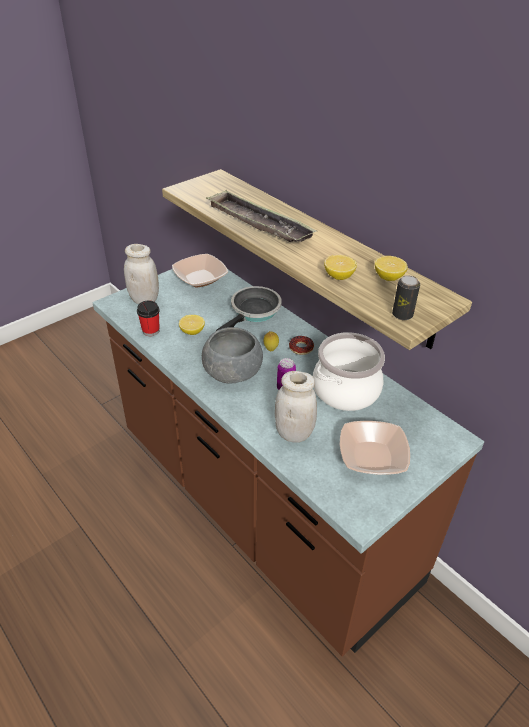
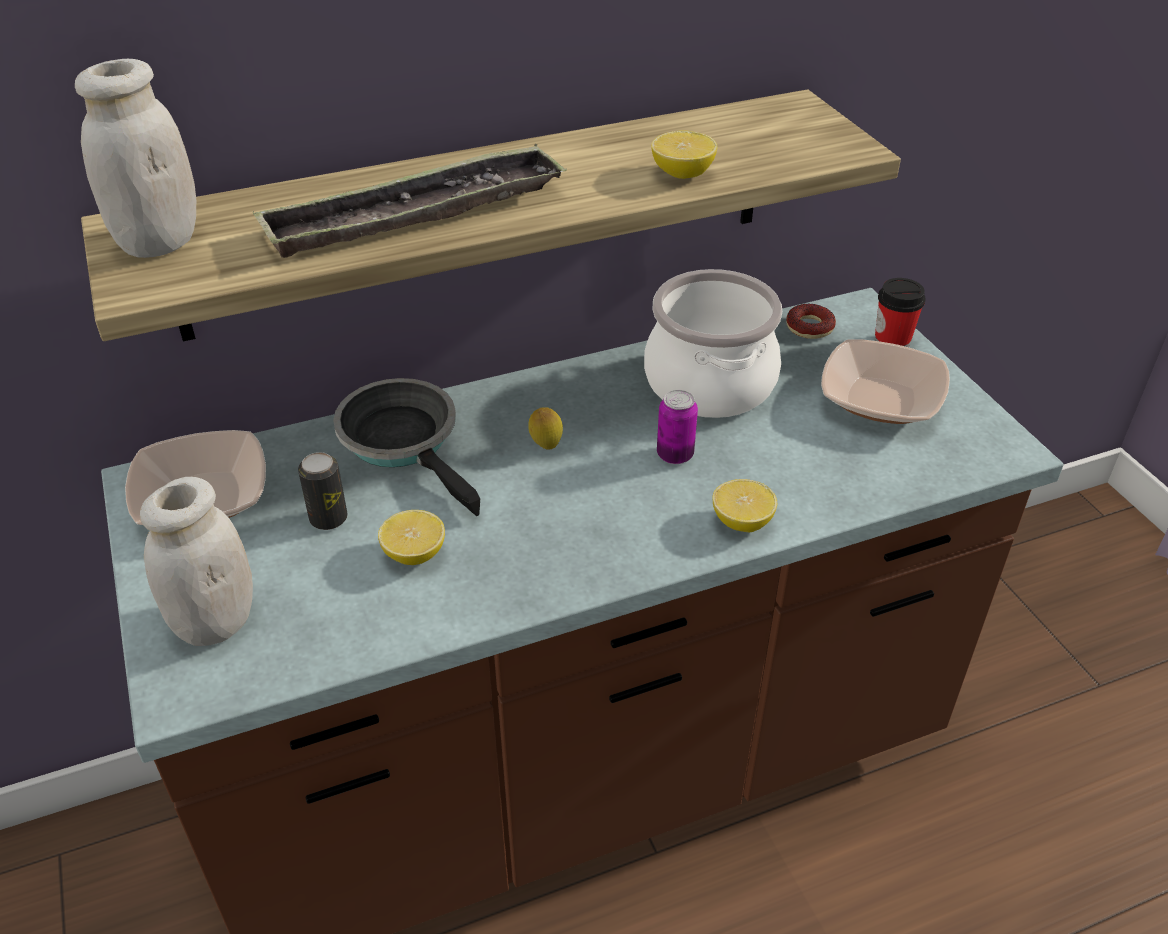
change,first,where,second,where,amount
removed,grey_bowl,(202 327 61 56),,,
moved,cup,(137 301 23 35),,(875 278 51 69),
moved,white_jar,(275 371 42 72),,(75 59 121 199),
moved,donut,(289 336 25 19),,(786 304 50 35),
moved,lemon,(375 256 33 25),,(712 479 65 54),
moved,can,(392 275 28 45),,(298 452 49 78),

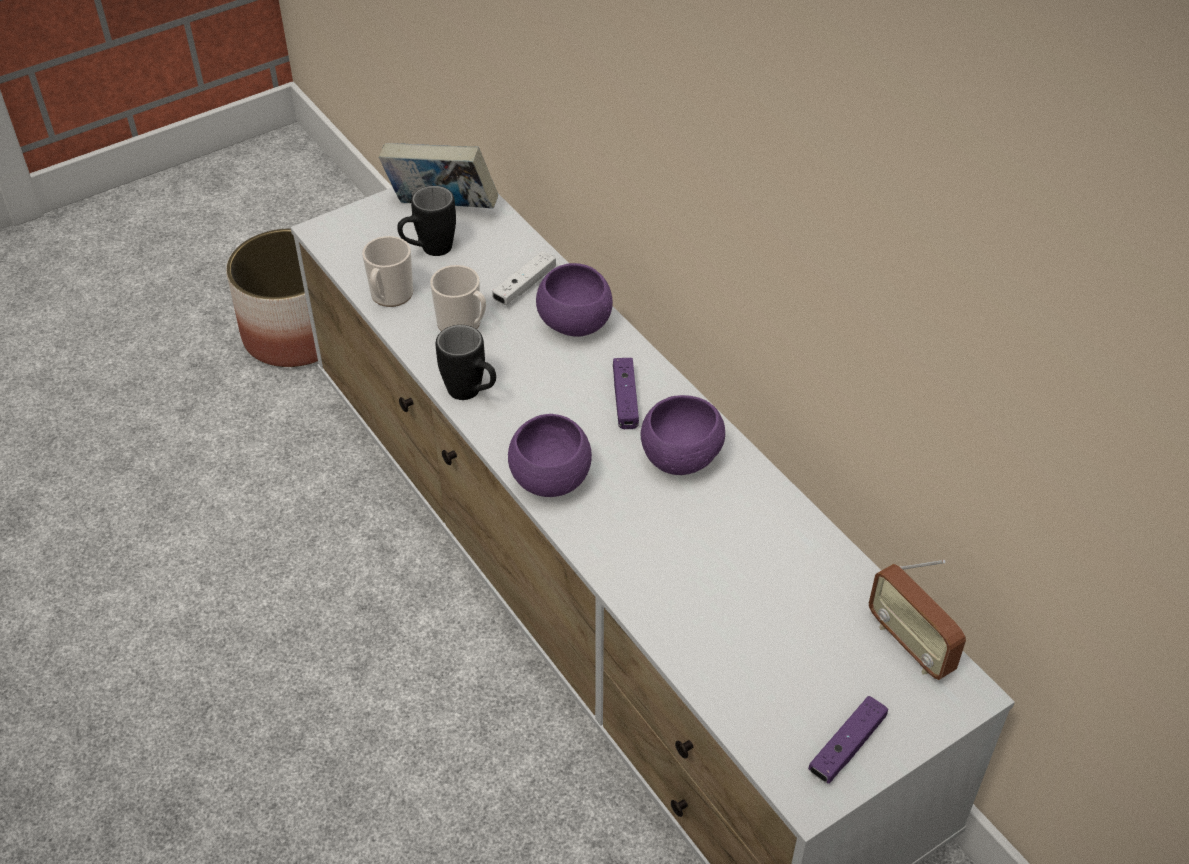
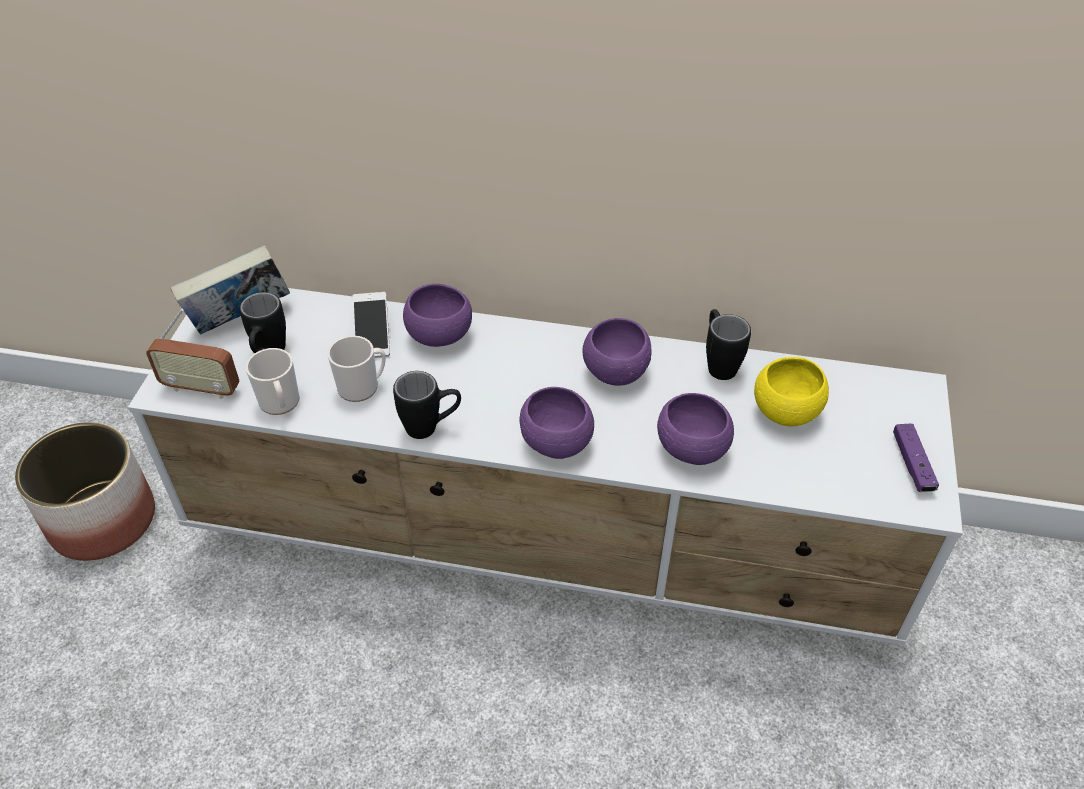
change,first,where,second,where,amount
removed,purple_game_controller,(613 358 26 71),,,
added,,,purple_bowl,(657 393 77 72),
added,,,black_mug,(706 309 45 71),
added,,,yellow_bowl,(754 357 75 69),
moved,radio,(869 560 97 120),,(146 309 93 90),
replaced,white_game_controller,(492 251 64 54),phone,(352 292 38 66),

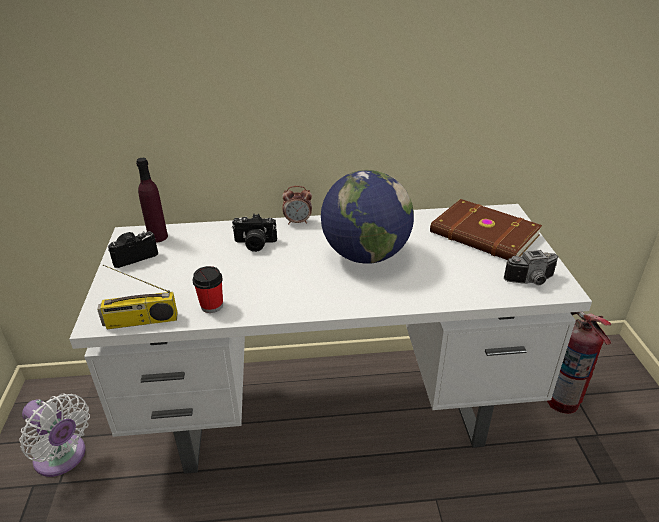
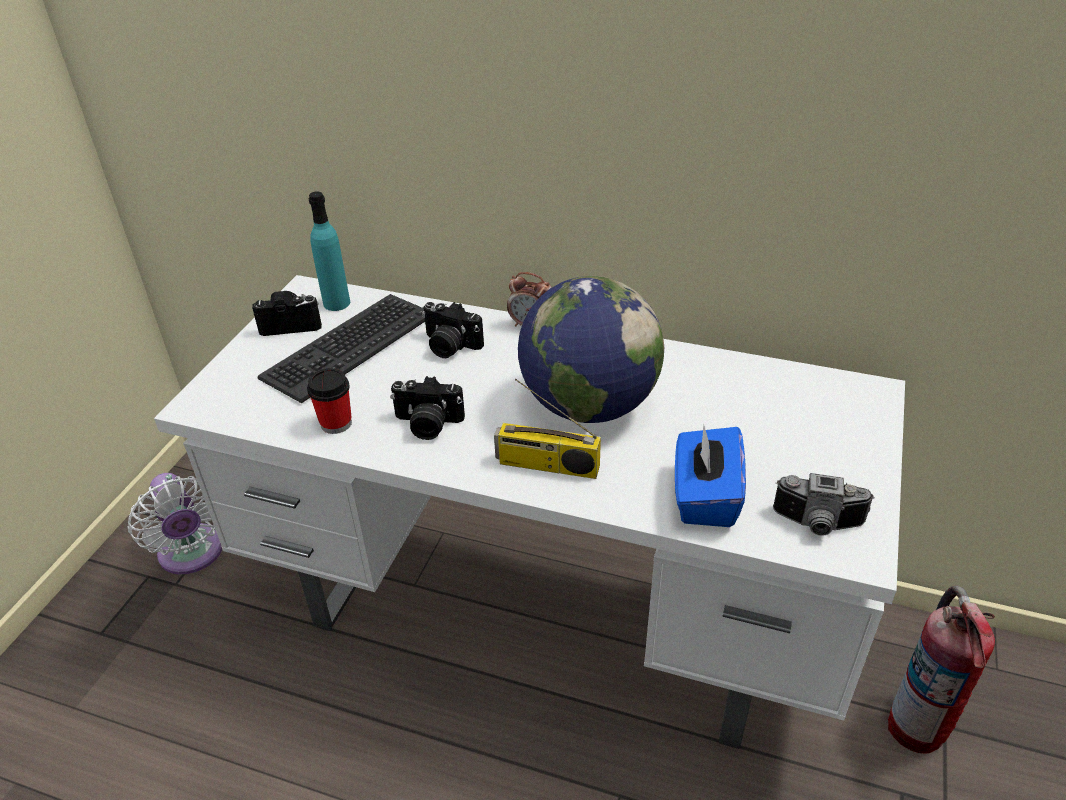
change,first,where,second,where,amount
removed,brown_book,(430 199 112 61),,,
added,,,keyboard,(258 294 167 109),
added,,,photo_camera,(390 376 75 64),
added,,,blue_tissue_box,(675 424 71 103),
moved,radio,(97 265 80 64),,(494 379 107 100),
recoloured,purple_bottle,(136 158 32 85),turquoise_bottle,(309 191 41 120),

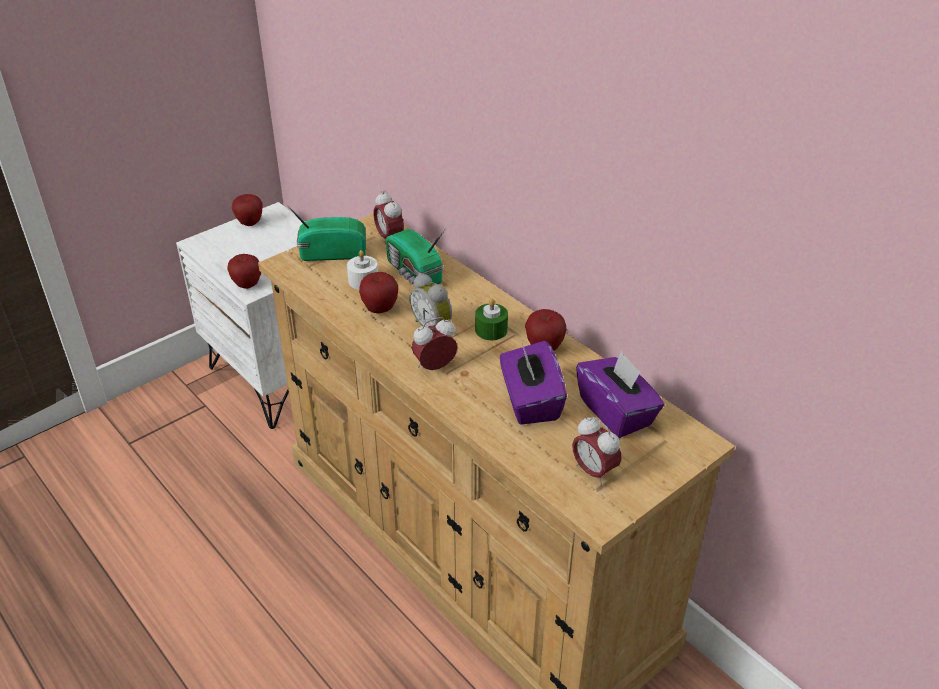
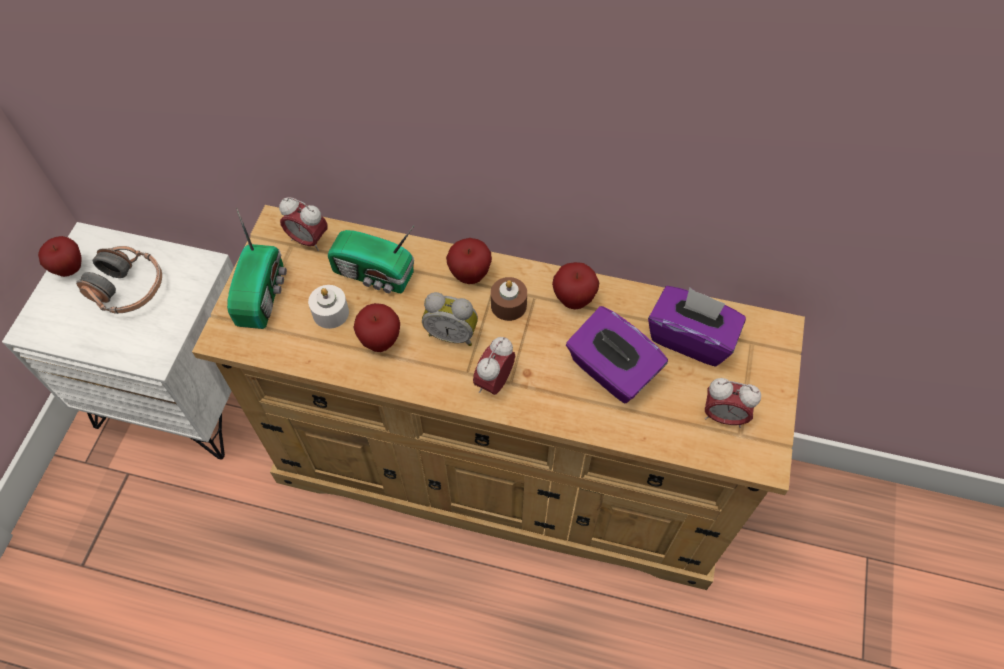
change,first,where,second,where,amount
added,,,headphones,(76 246 86 68),
moved,apple,(227 254 34 35),,(446 238 46 46),
recoloured,green_candle,(475 299 33 41),brown_candle,(491 277 36 44),
turned,radio,(287 205 79 56),,(227 209 60 120),135 degrees clockwise

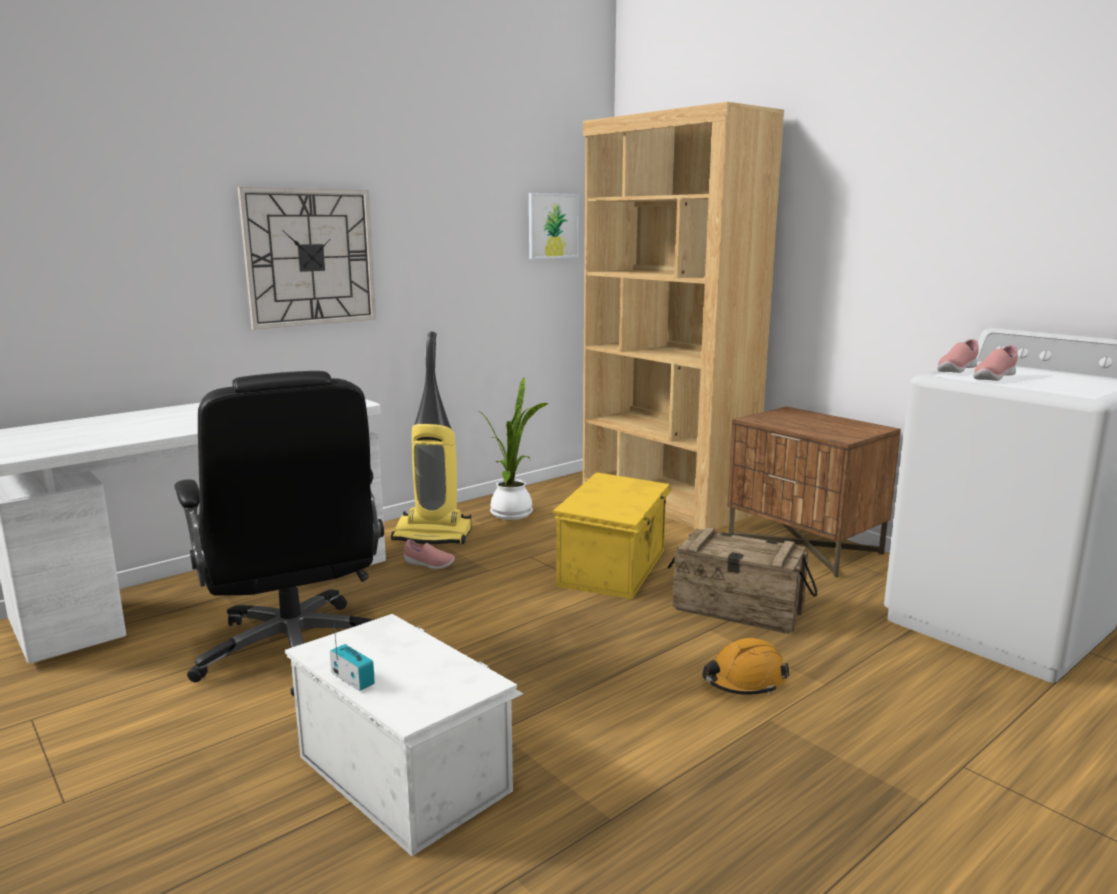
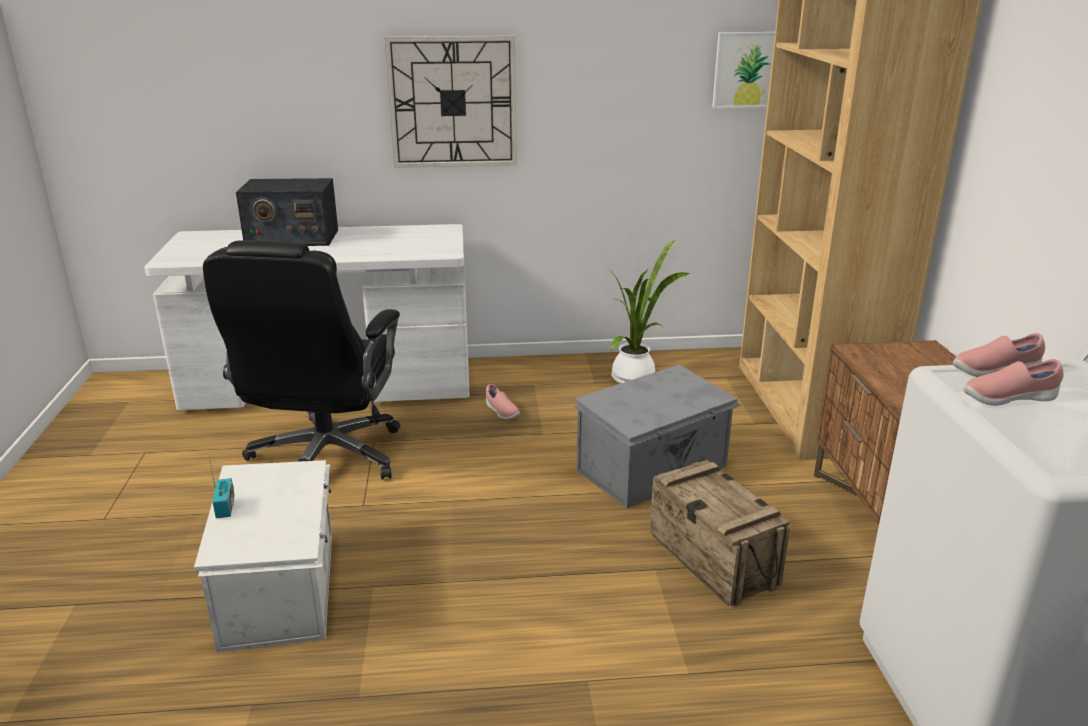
change,first,where,second,where,amount
removed,vacuum_cleaner,(391 332 81 212),,,
removed,orange_hard_hat,(702 638 88 57),,,
added,,,radio,(236 178 102 68),
recoloured,yellow_storage_box,(553 472 119 127),grey_storage_box,(574 365 167 143),

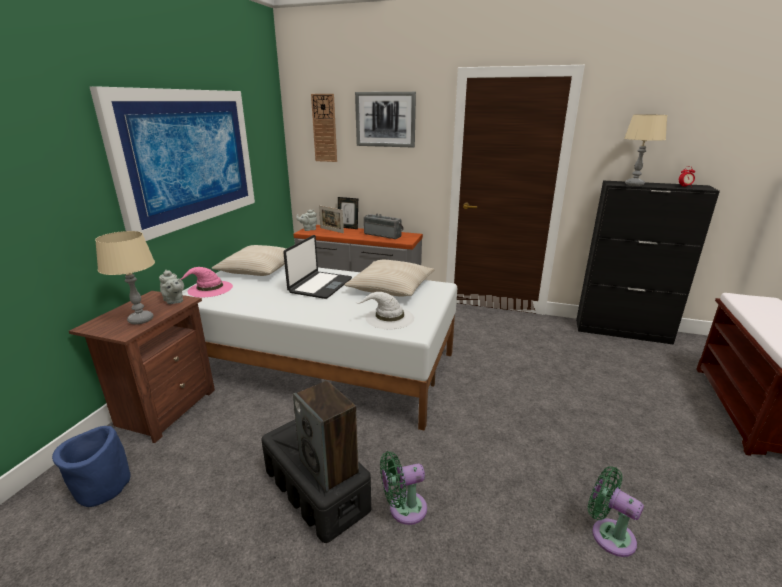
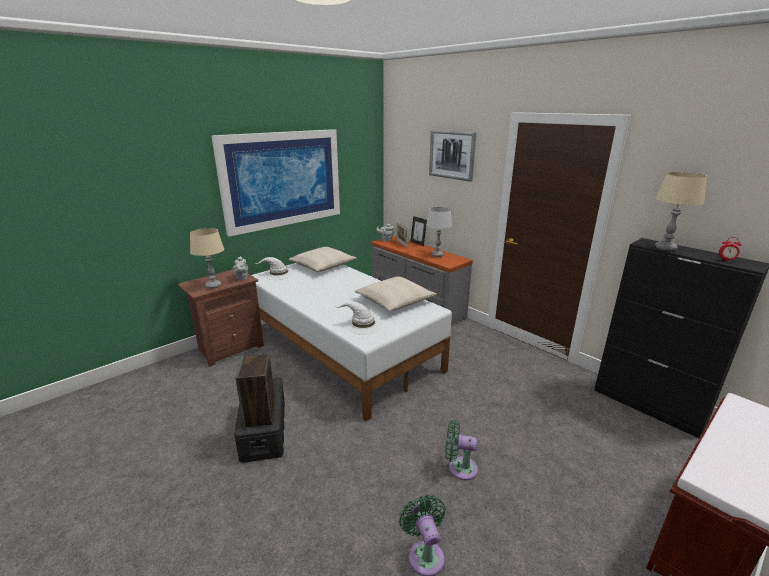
change,first,where,second,where,amount
removed,blue_planter,(52 426 79 81),,,
removed,laptop,(283 235 69 64),,,
removed,wall_clock,(311 94 26 68),,,
moved,green_fan,(380 451 47 74),,(445 420 33 61),
replaced,radio,(364 214 40 25),grey_table_lamp,(426 207 26 50),
recoloured,pink_hat,(181 267 52 30),white_hat,(256 257 38 23),

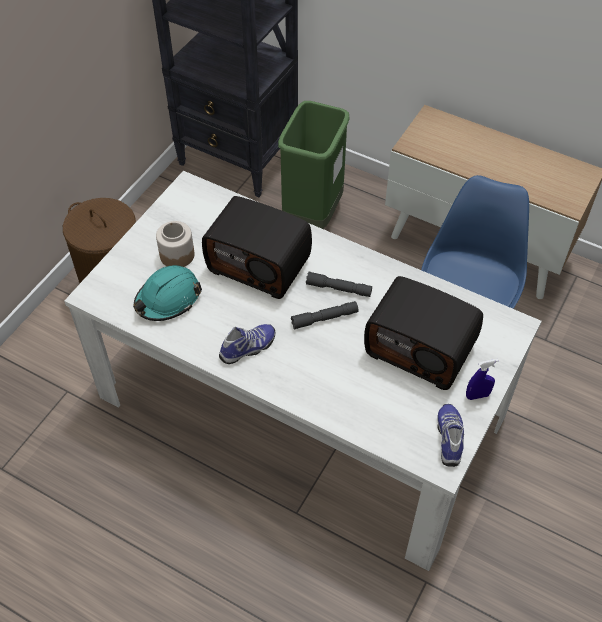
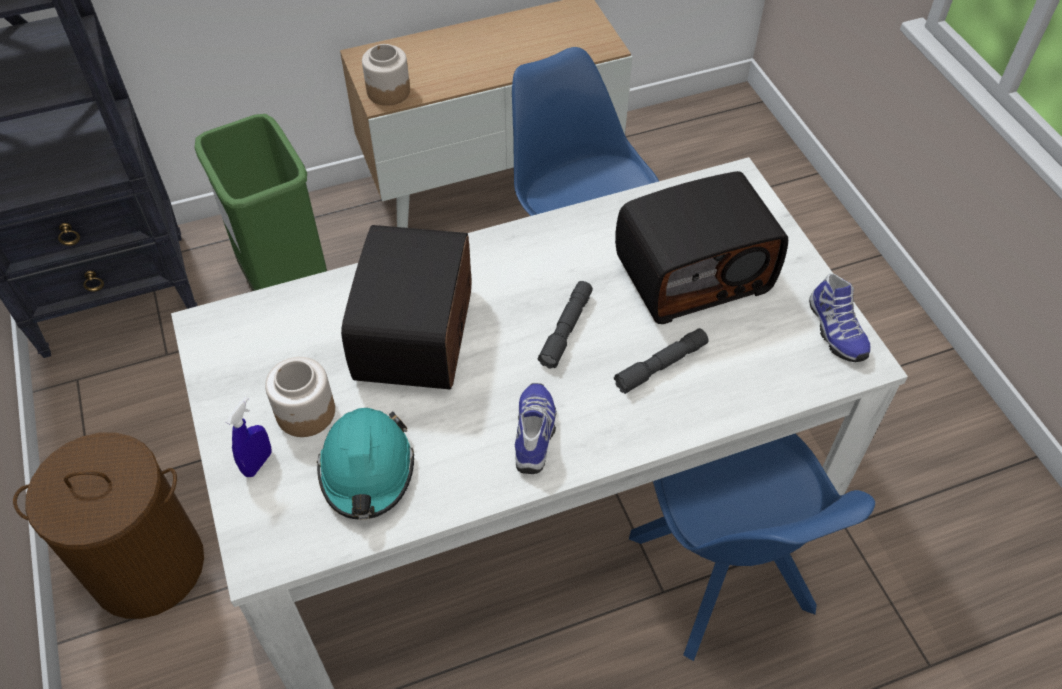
change,first,where,second,where,amount
added,,,jar,(362 44 48 62),
added,,,blue_chair,(629 433 246 228),
moved,grey_flashlight,(306 272 66 25),,(614 328 95 66),
moved,blue_spray_bottle,(466 359 33 41),,(226 397 45 80),
turned,radio,(202 196 110 103),,(341 225 131 165),120 degrees clockwise
turned,shoe,(437 404 27 63),,(809 273 62 89),150 degrees counterclockwise

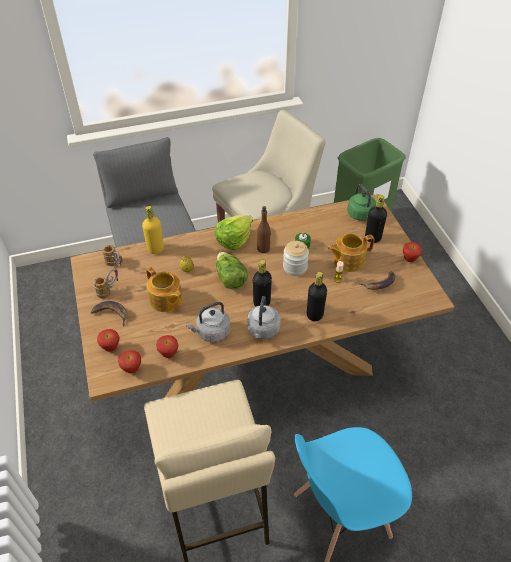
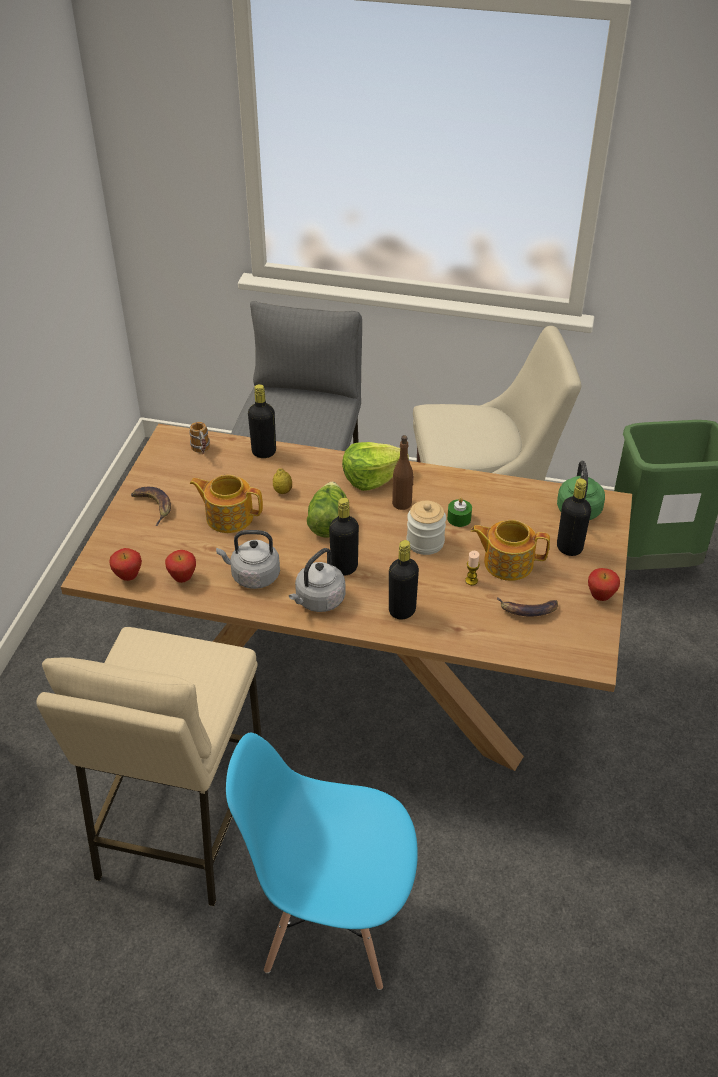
change,first,where,second,where,amount
removed,mug,(94 269 24 30),,,
removed,apple,(97 329 22 23),,,
recoloured,yellow_bottle,(142 206 22 48),black_bottle,(248 384 28 74),
turned,teapot,(146 267 36 45),,(189 475 74 58),120 degrees clockwise

